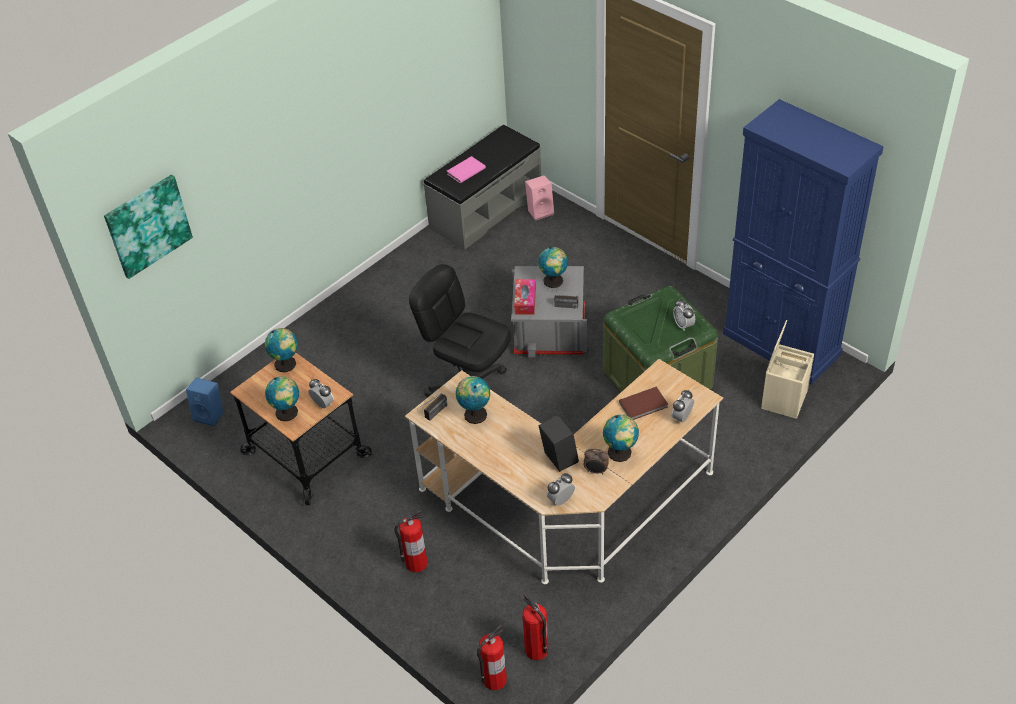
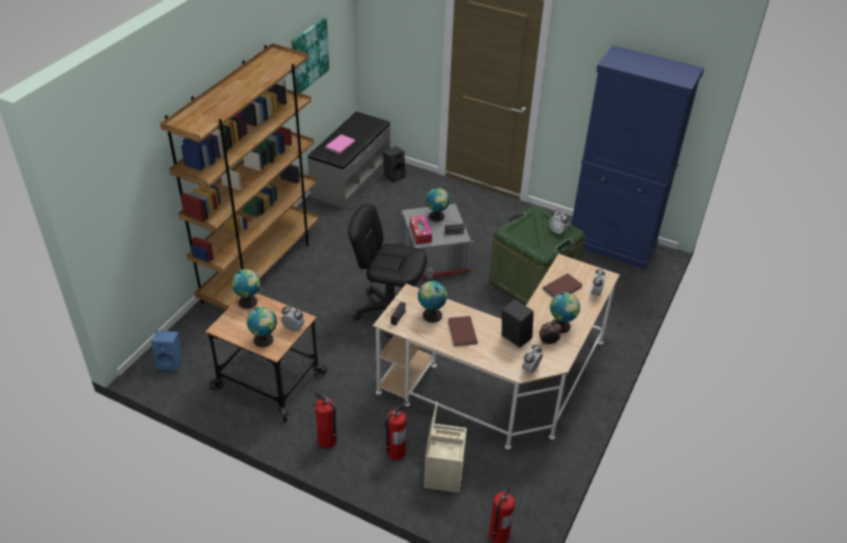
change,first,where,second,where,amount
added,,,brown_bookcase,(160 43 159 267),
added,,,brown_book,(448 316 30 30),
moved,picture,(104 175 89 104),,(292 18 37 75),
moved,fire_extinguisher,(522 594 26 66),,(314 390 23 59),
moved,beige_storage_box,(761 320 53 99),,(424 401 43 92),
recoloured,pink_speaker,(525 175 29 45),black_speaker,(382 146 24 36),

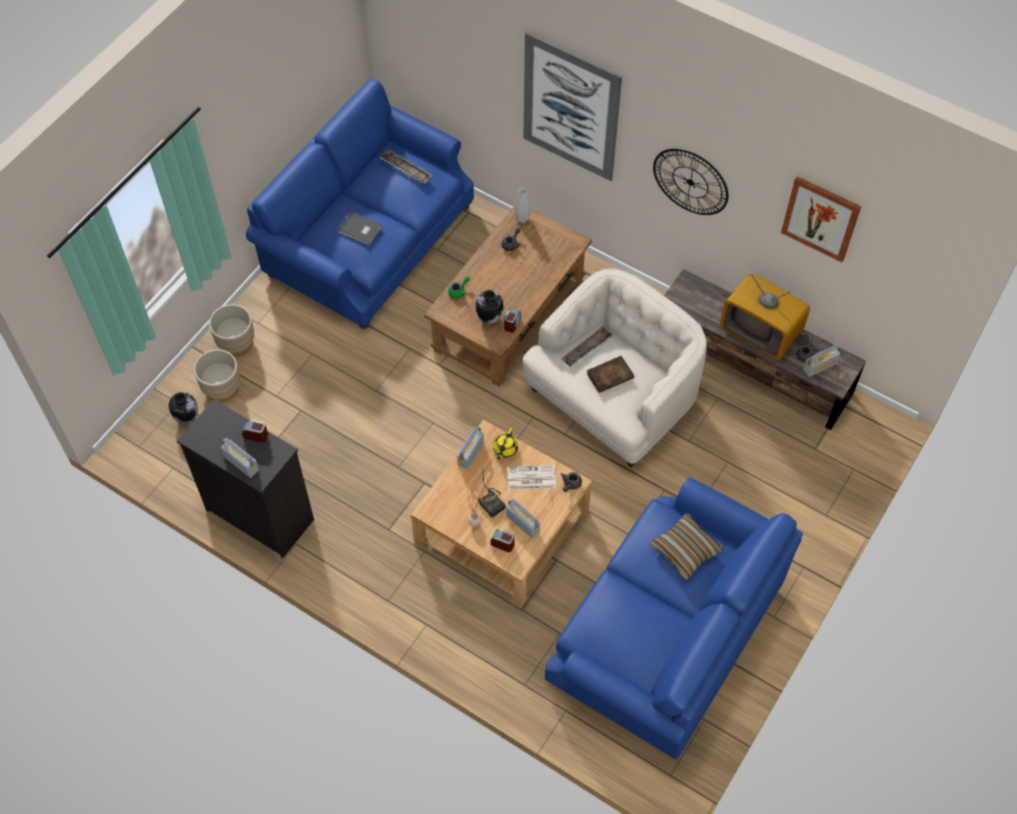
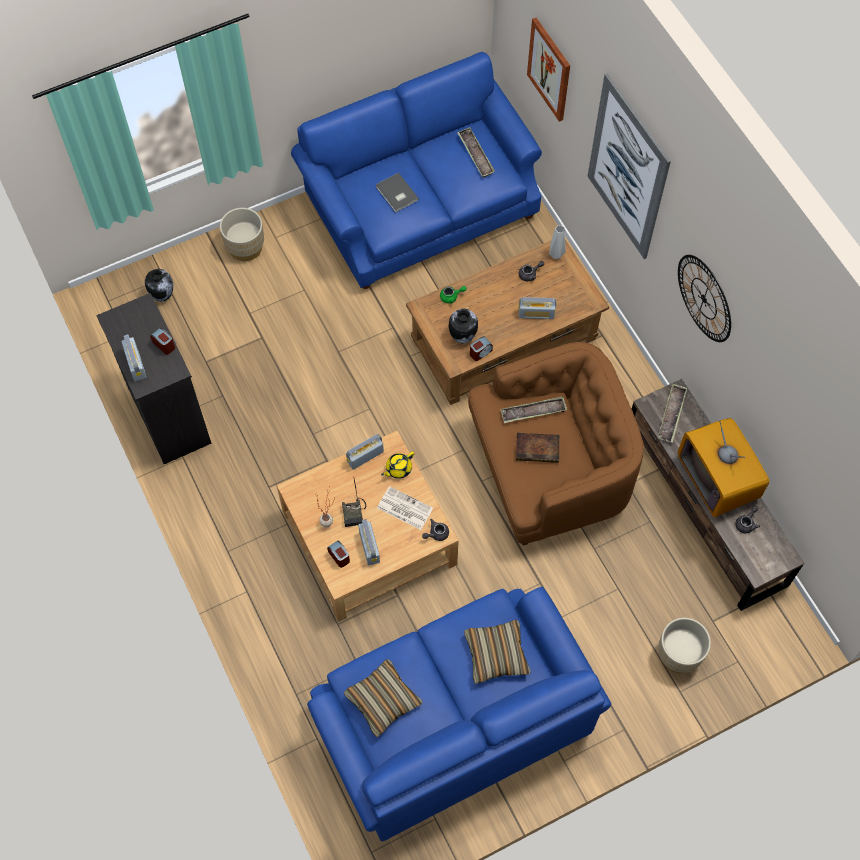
change,first,where,second,where,amount
added,,,pillow,(344 659 78 78),
added,,,tray,(658 384 29 59),
moved,beige_planter,(194 349 46 54),,(658 618 53 55),
moved,picture,(781 176 80 86),,(527 17 43 105),
moved,radio,(803 345 37 32),,(519 297 37 22),
recoloured,white_armchair,(523 268 184 200),brown_armchair,(468 342 176 203),

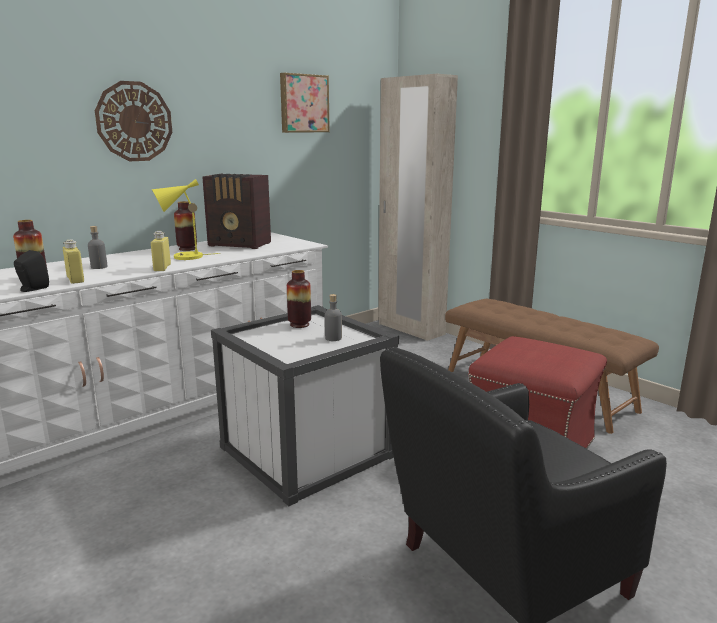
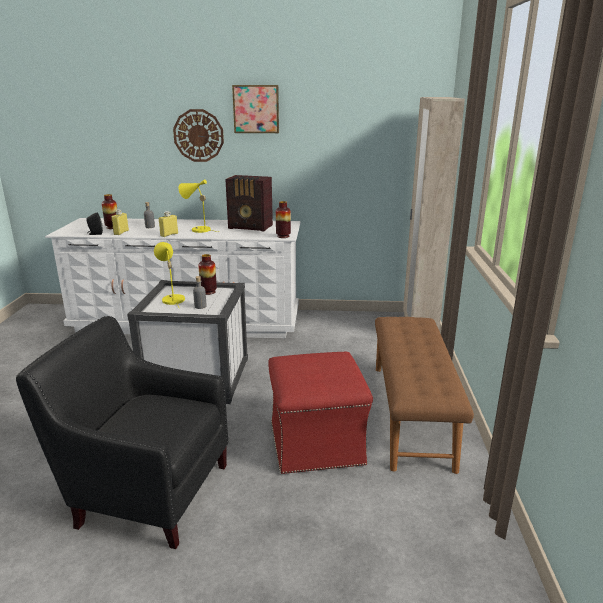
change,first,where,second,where,amount
added,,,yellow_table_lamp,(154 242 31 67),
moved,vase,(174 201 23 50),,(276 201 15 37),
moved,picture,(280 73 50 60),,(232 85 47 48),
turned,radio,(202 174 69 75),,(225 175 48 56),45 degrees counterclockwise

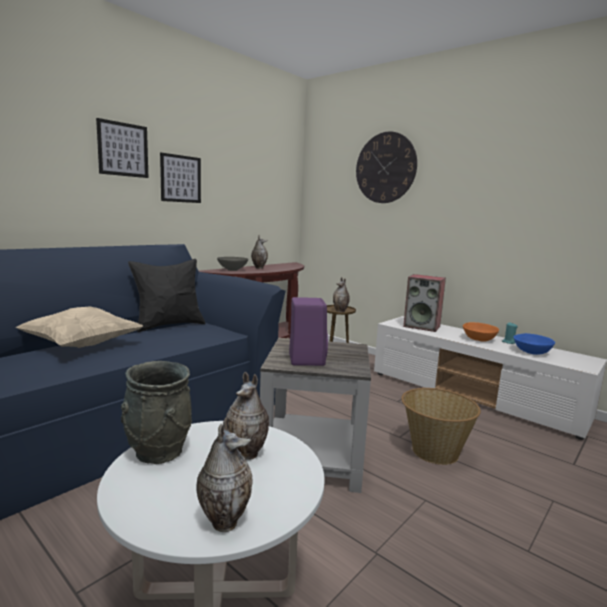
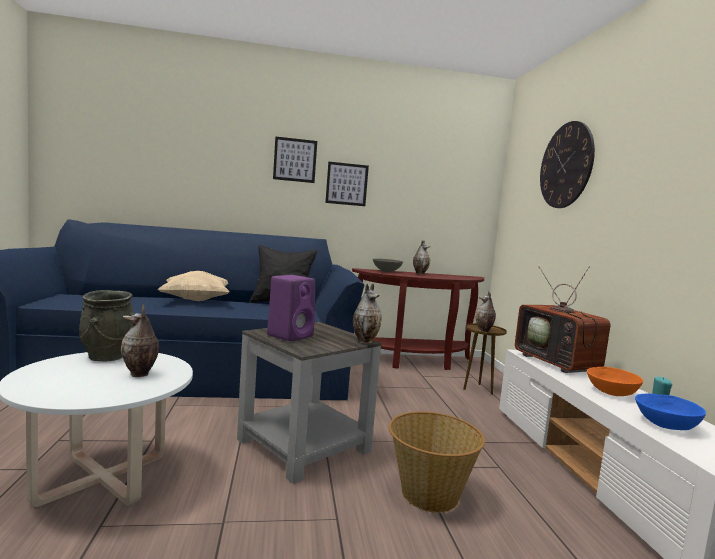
change,first,where,second,where,amount
moved,vase,(196 417 56 115),,(353 283 29 61),
replaced,speaker,(403 274 43 58),television,(515 266 95 107),

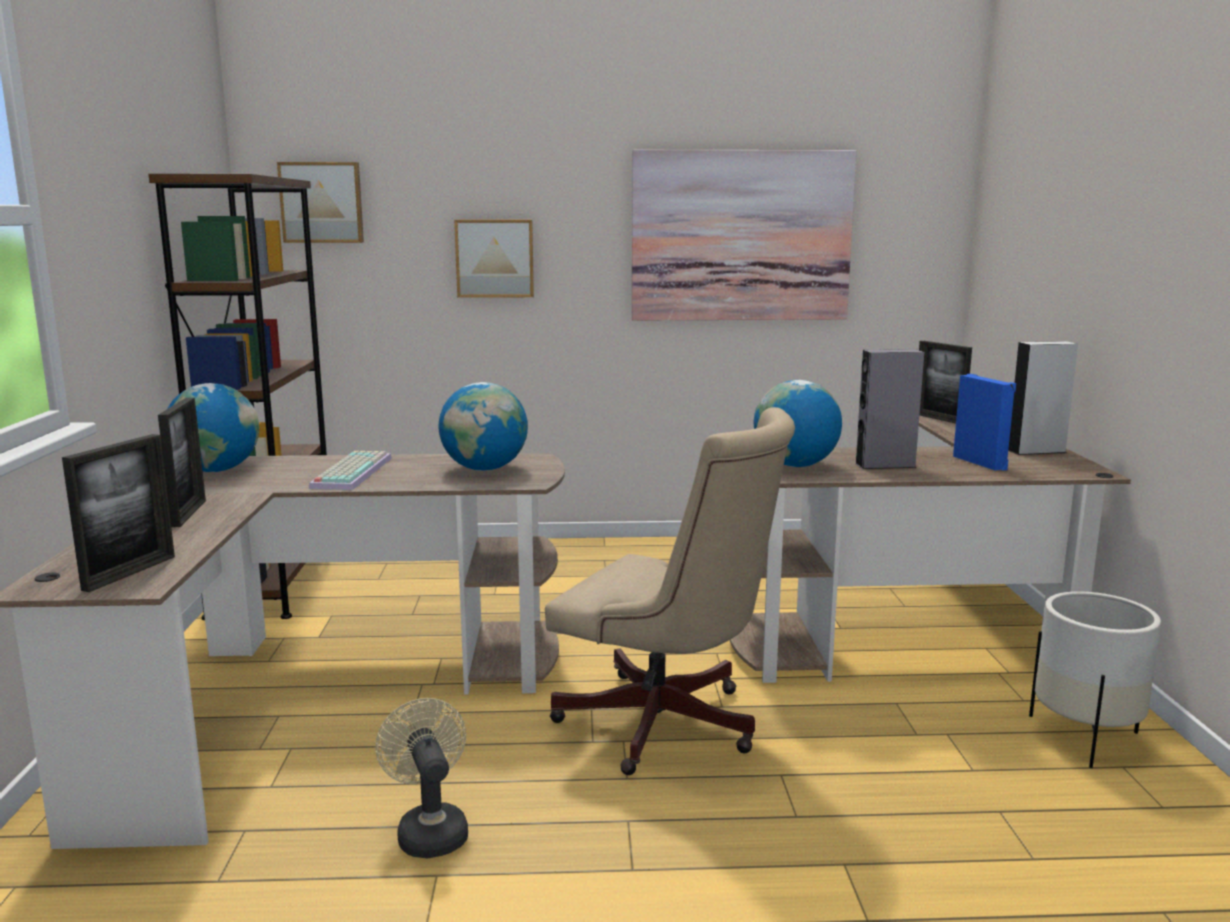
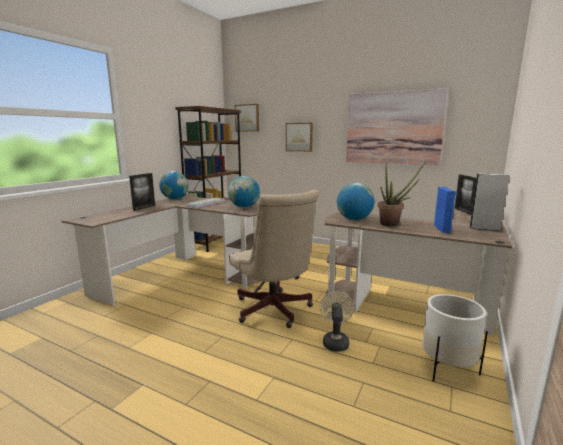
change,first,where,second,where,amount
removed,picture_frame,(62 434 113 158),,,
moved,beige_fan,(375 698 93 160),,(320 291 34 61),
replaced,grey_speaker,(855 349 69 120),potted_plant,(378 159 49 67),

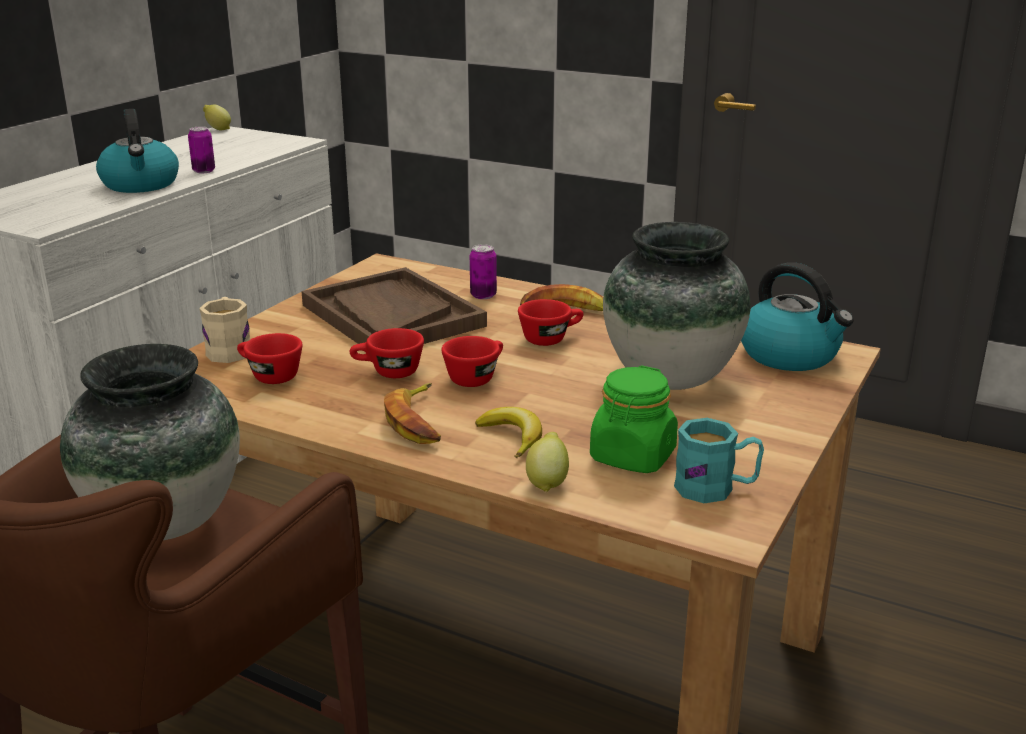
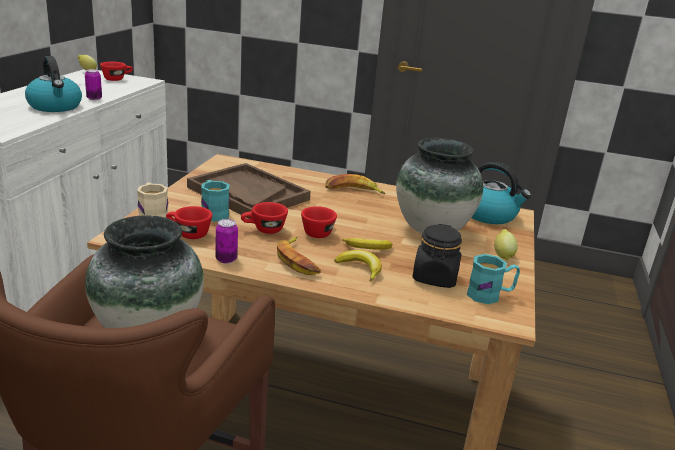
change,first,where,second,where,amount
added,,,turquoise_mug,(201 180 29 42),
added,,,banana,(342 238 50 12),
moved,can,(470 244 27 55),,(216 219 22 45),
moved,red_cup,(518 299 66 47),,(100 62 33 19),
moved,lemon,(526 432 43 60),,(494 229 23 31),
recoloured,green_jar,(590 365 88 108),black_jar,(412 224 50 64),

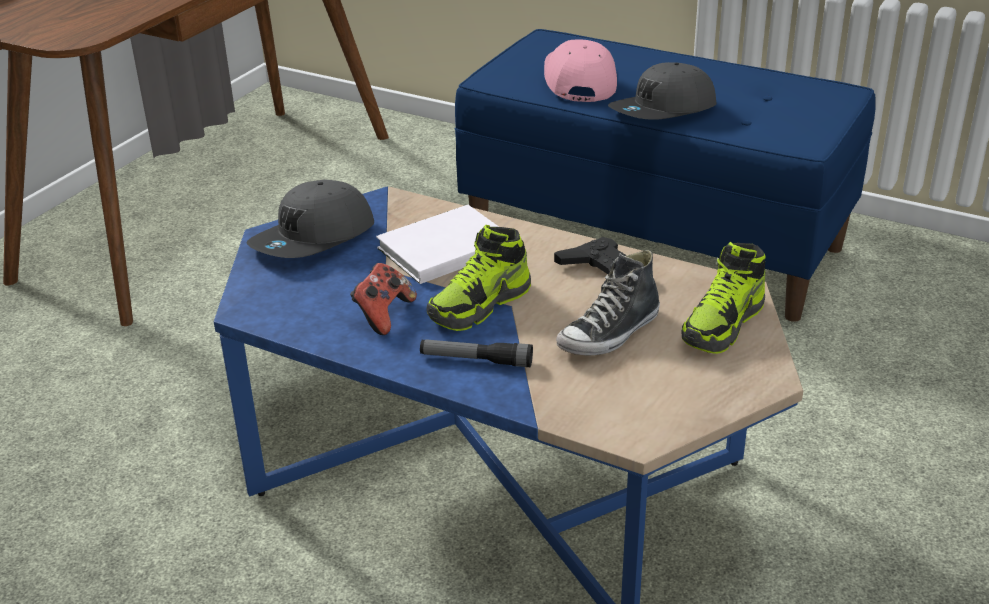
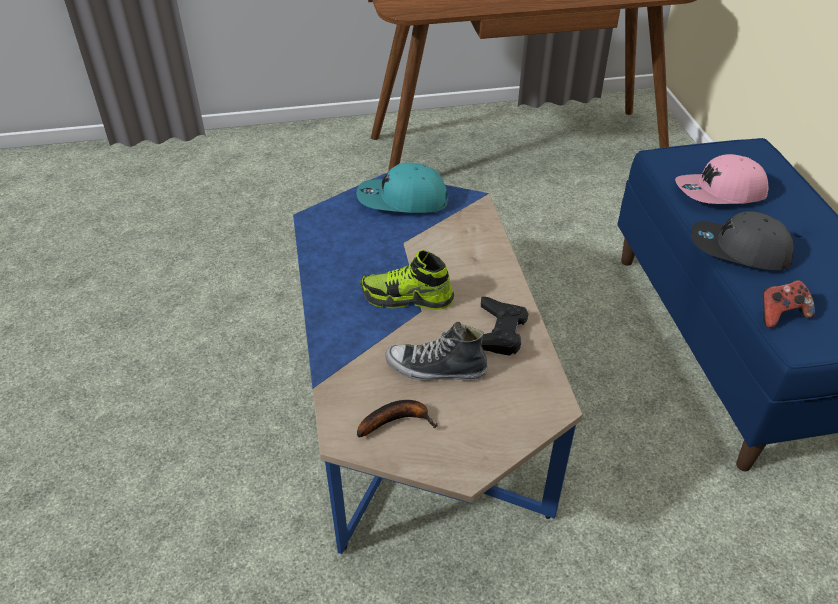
change,first,where,second,where,amount
removed,white_book,(376 205 123 79),,,
removed,flashlight,(420 339 113 28),,,
removed,shoe,(681 242 85 112),,,
added,,,banana,(357 400 81 38),
moved,game_controller,(350 263 67 72),,(763 280 52 48),
recoloured,grey_cap,(247 180 127 78),turquoise_cap,(357 163 91 50),
turned,pink_cap,(544 39 73 63),,(675 154 93 50),150 degrees counterclockwise

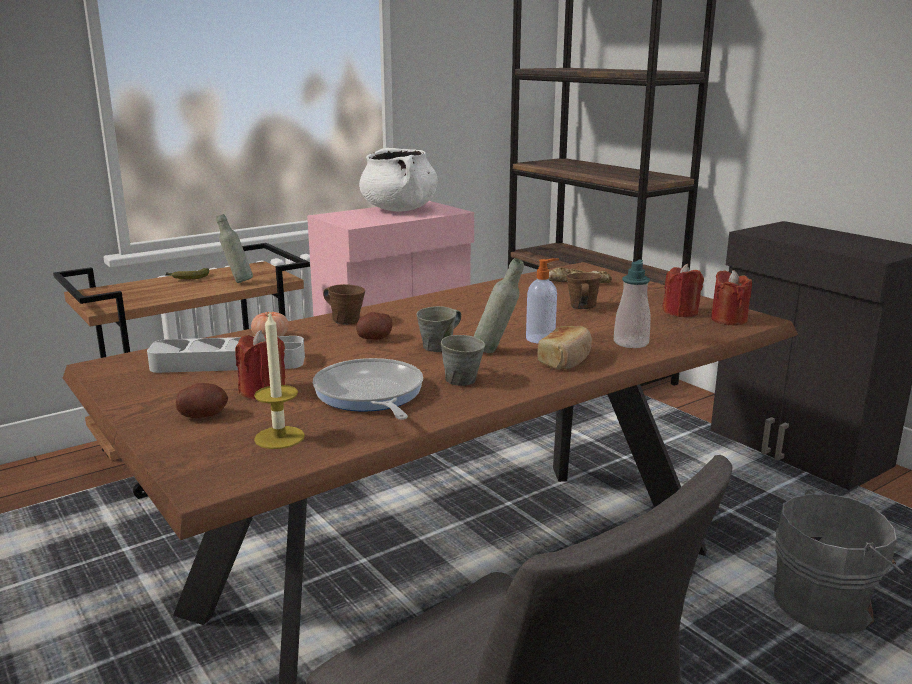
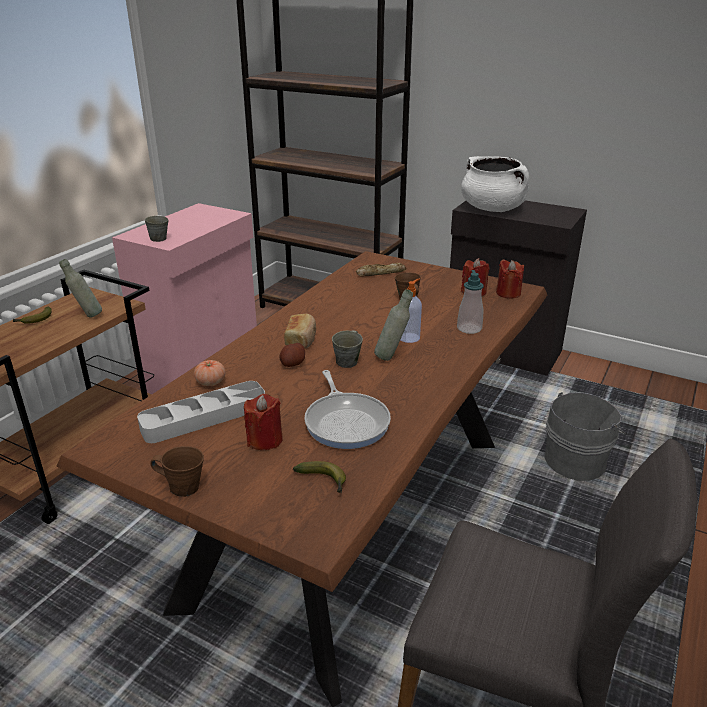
change,first,where,second,where,amount
removed,potato,(176 383 52 35),,,
moved,brown_mug,(323 284 42 41),,(150 446 54 51),
moved,white_cooking_pot,(359 148 79 64),,(461 156 68 56),
moved,grey_mug,(441 335 44 51),,(145 216 23 26),
moved,bread,(538 326 54 44),,(284 314 32 35),
replaced,candle,(254 311 51 138),banana,(293 461 53 32),
turned,frying_pan,(313 358 110 62),,(304 370 87 79),150 degrees counterclockwise

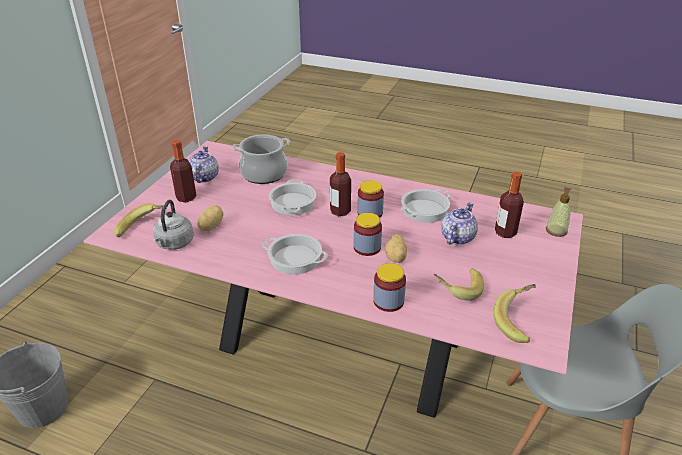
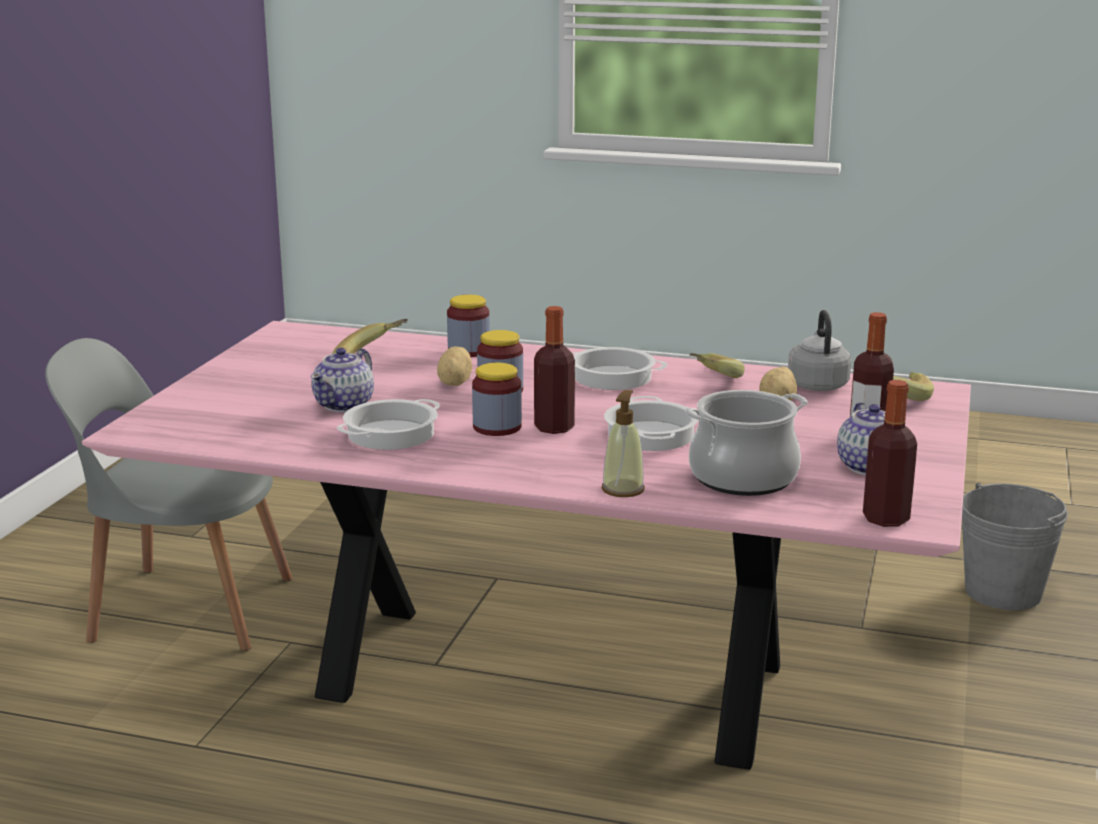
change,first,where,second,where,amount
moved,banana,(493 284 43 59),,(689 353 56 25),
moved,bottle,(495 172 29 66),,(863 380 54 147),
moved,soap_dispenser,(546 187 25 50),,(602 390 43 107),

